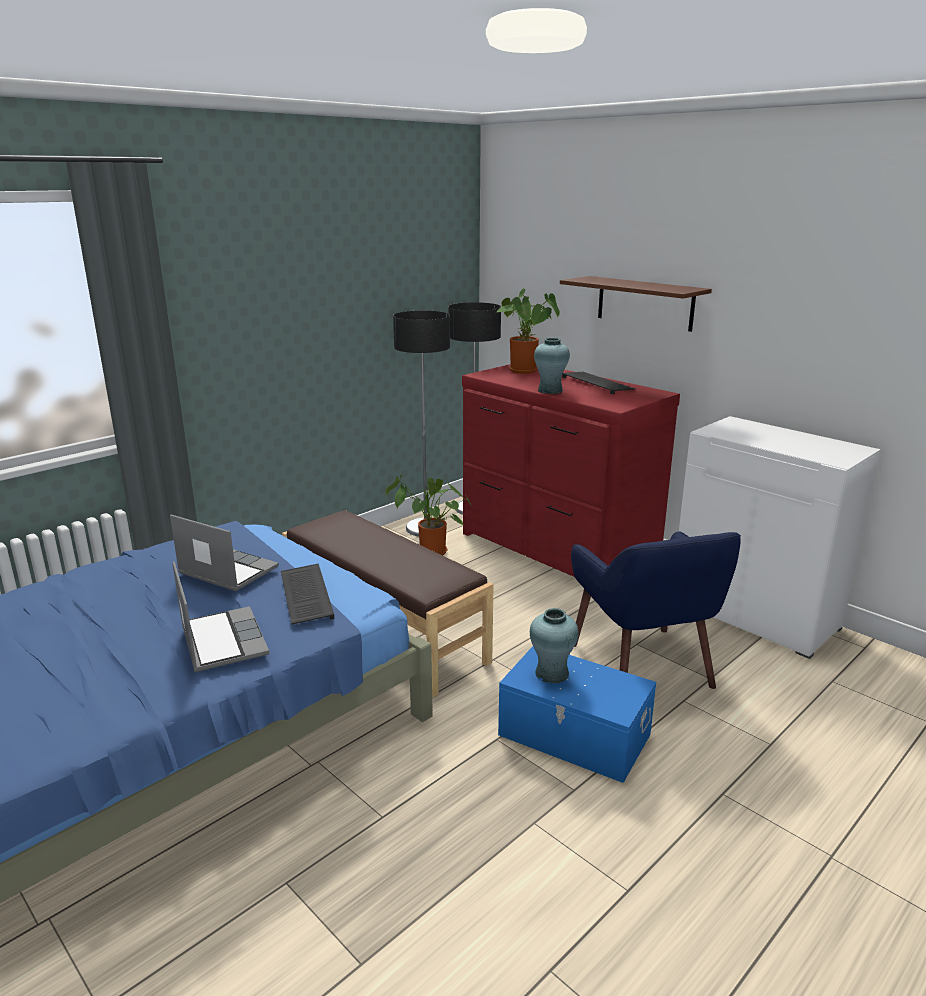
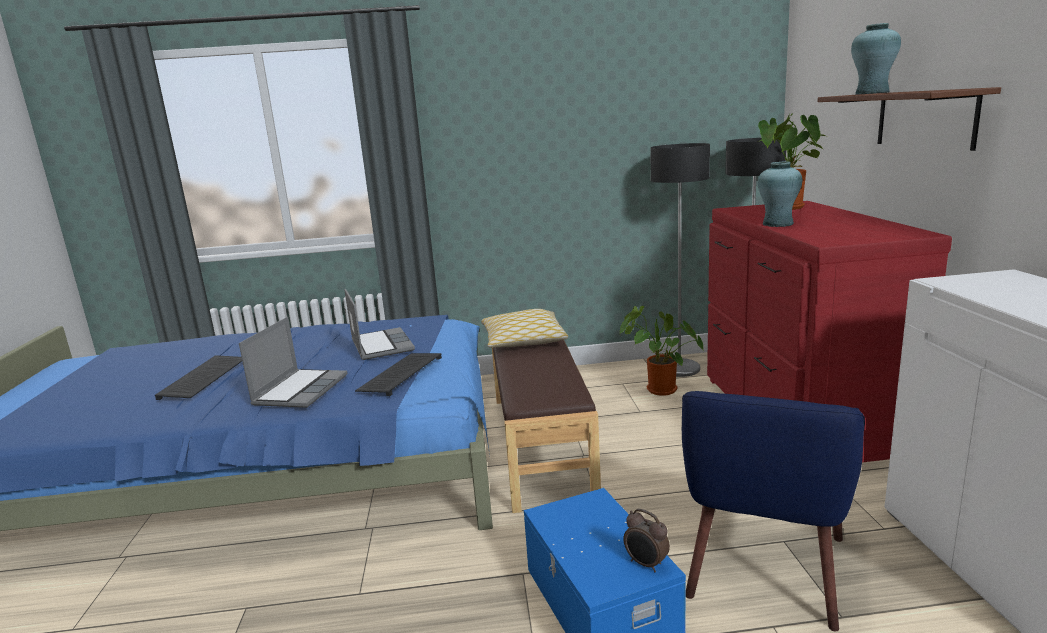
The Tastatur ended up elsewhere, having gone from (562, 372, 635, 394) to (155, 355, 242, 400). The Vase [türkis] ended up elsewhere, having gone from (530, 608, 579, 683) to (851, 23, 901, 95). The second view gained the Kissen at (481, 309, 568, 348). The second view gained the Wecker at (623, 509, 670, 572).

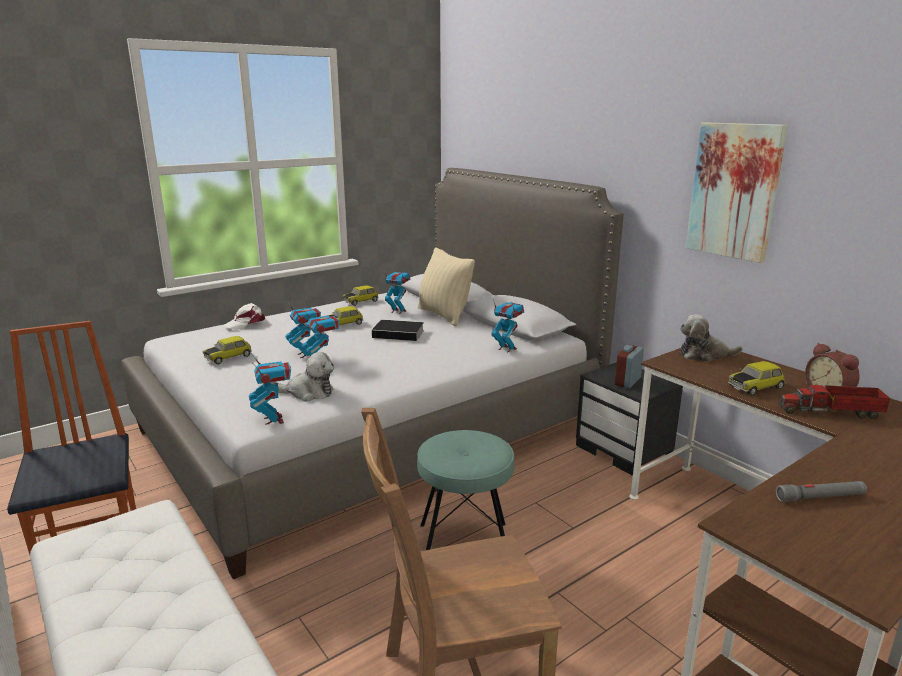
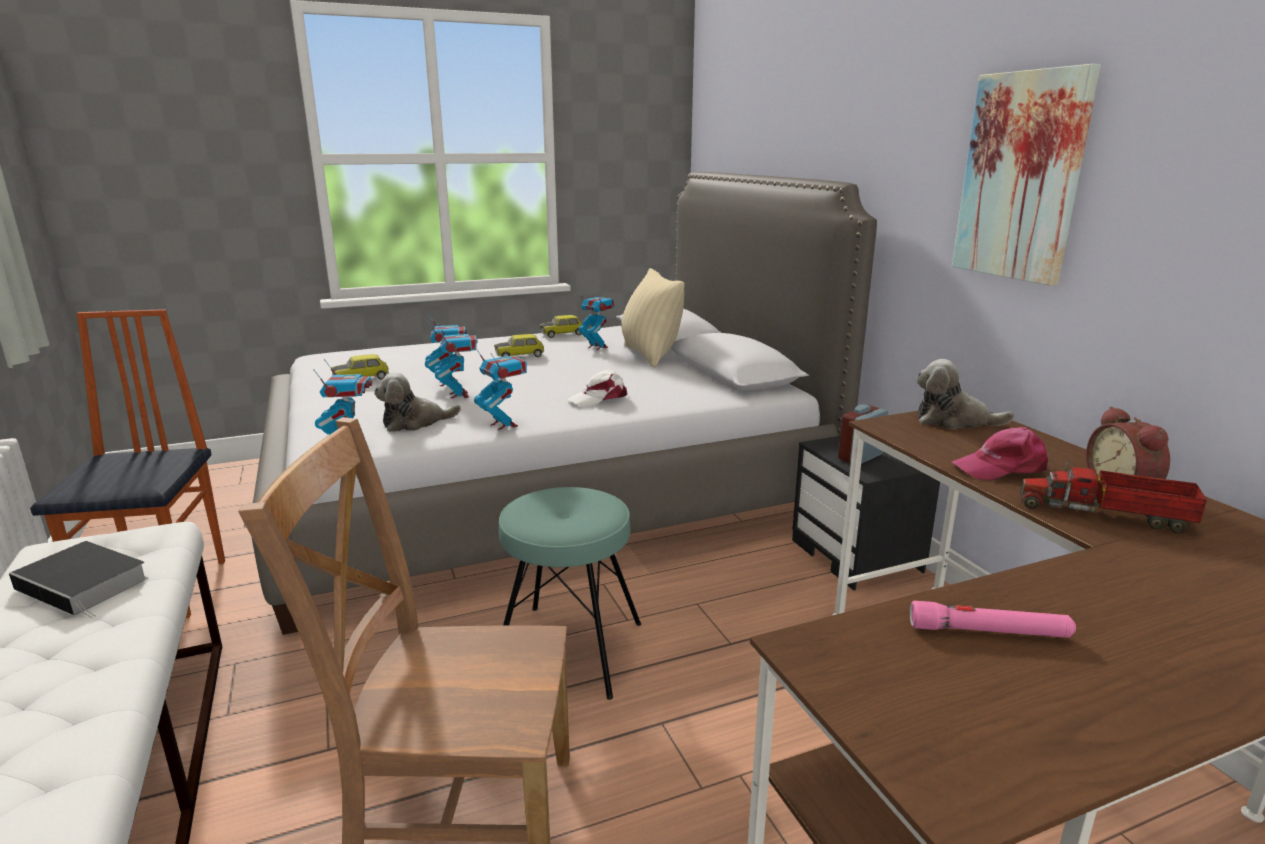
The Spielzeugroboter ended up elsewhere, having gone from (491, 300, 524, 352) to (474, 347, 527, 430). The Kappe [weiß] ended up elsewhere, having gone from (223, 303, 265, 330) to (568, 369, 627, 408). The Buch ended up elsewhere, having gone from (372, 320, 426, 341) to (9, 541, 148, 618). The Plüschtier at (275, 352, 334, 402) ended up facing another way, 135 degrees clockwise from before. Where the Spielzeugauto stood at (728, 361, 786, 396), the Kappe [rosa] came to stand at (951, 427, 1048, 481). What was the Taschenlampe [grau] at (776, 481, 867, 502) turned into the Taschenlampe [rosa] at (910, 601, 1076, 638).

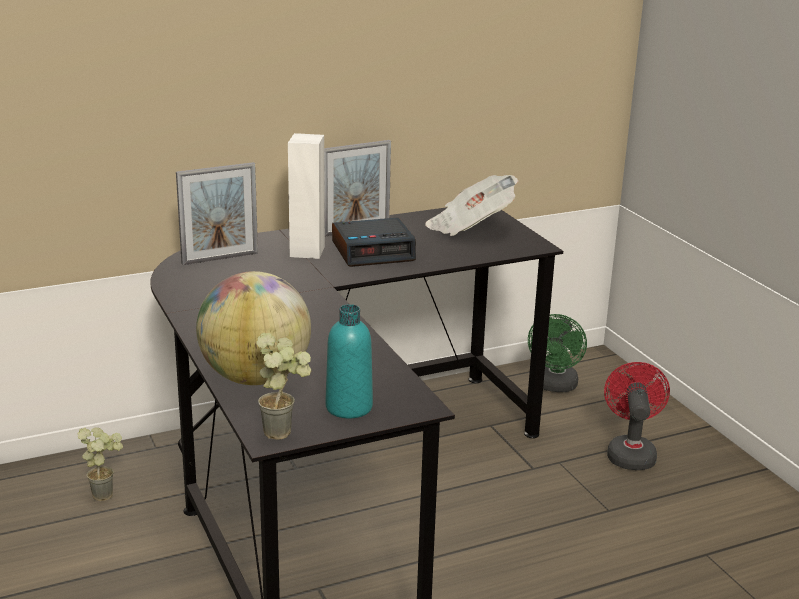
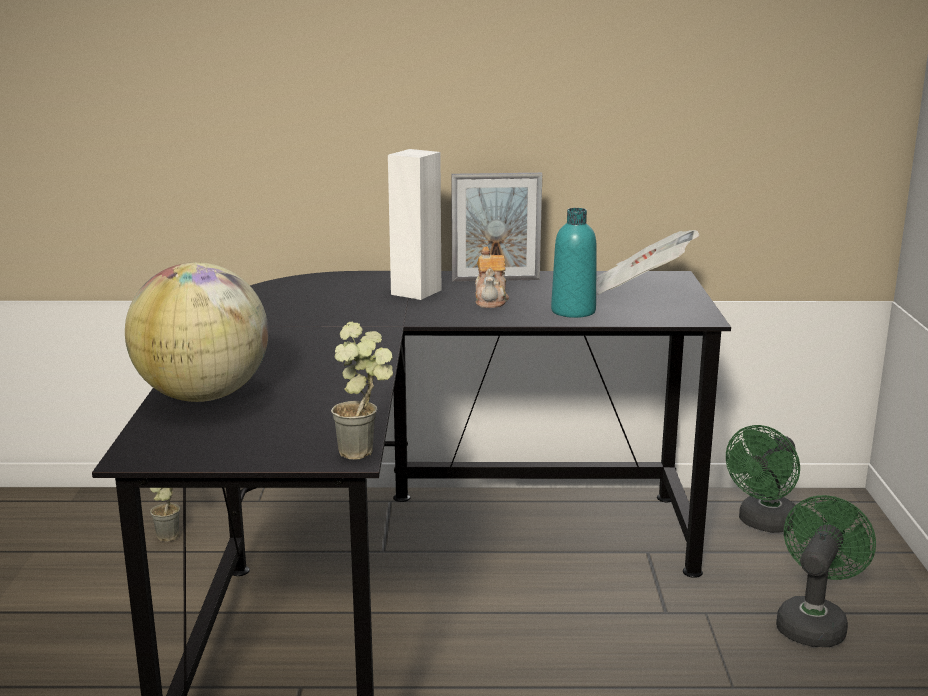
The second view lost the Bilderrahmen at (176, 162, 258, 265). Where the Wecker stood at (332, 218, 416, 267), the Teekanne came to stand at (475, 247, 509, 308). The Flasche [türkis] ended up elsewhere, having gone from (326, 304, 373, 418) to (551, 208, 597, 318). The Topfpflanze ended up elsewhere, having gone from (256, 333, 311, 440) to (331, 322, 393, 460). What was the Ventilator [rot] at (604, 362, 670, 470) turned into the Ventilator [grün] at (776, 495, 876, 647).

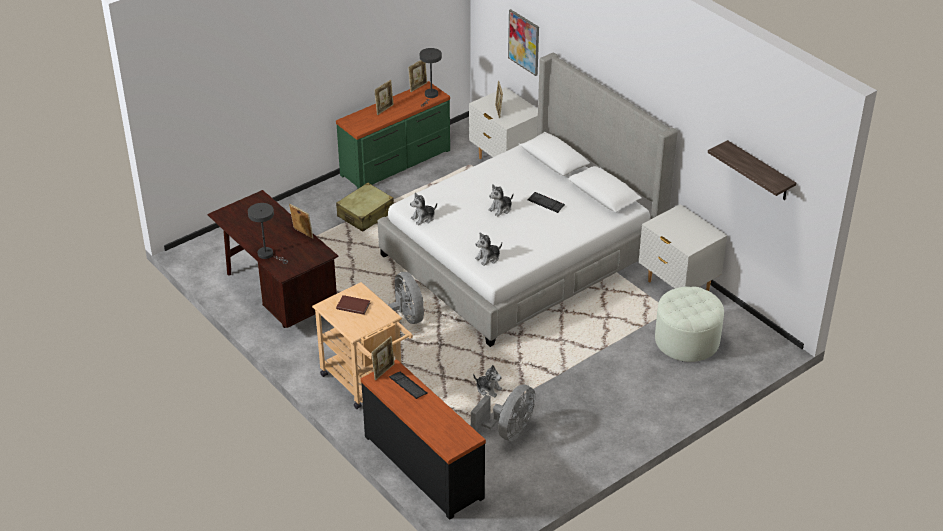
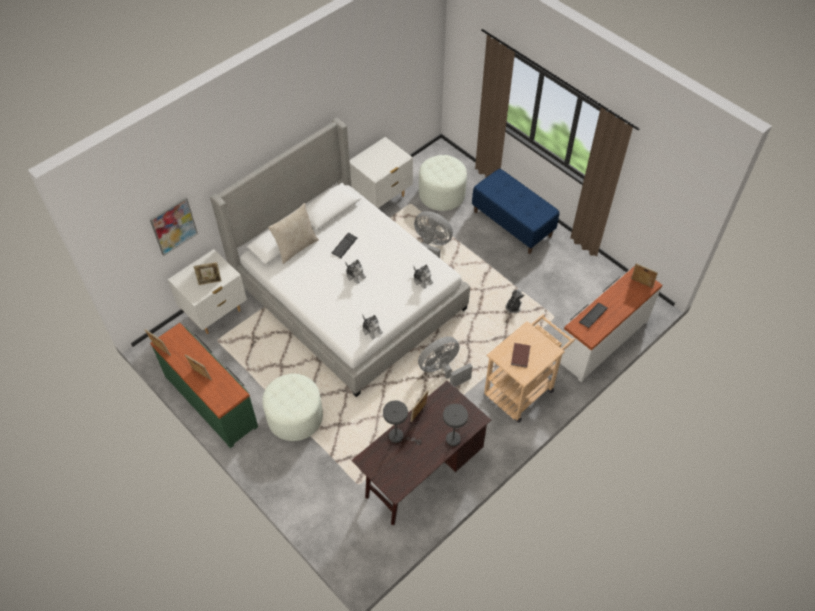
The Tischlampe [grau] ended up elsewhere, having gone from (420, 48, 442, 106) to (383, 400, 422, 445). The second view lost the Wandregal at (708, 140, 796, 200). Where the Koffer [beige] stood at (336, 183, 394, 232), the Polsterhocker [weiß] came to stand at (262, 373, 323, 441). The Bilderrahmen ended up elsewhere, having gone from (371, 336, 395, 380) to (631, 263, 658, 288). What was the Kommode [schwarz] at (361, 359, 486, 520) turned into the Kommode [weiß] at (560, 266, 662, 382). The Ventilator [grau] ended up elsewhere, having gone from (471, 385, 535, 441) to (414, 211, 453, 258). The second view gained the Bank [blau] at (472, 169, 559, 254). The second view gained the Kissen [beige] at (268, 203, 319, 264).

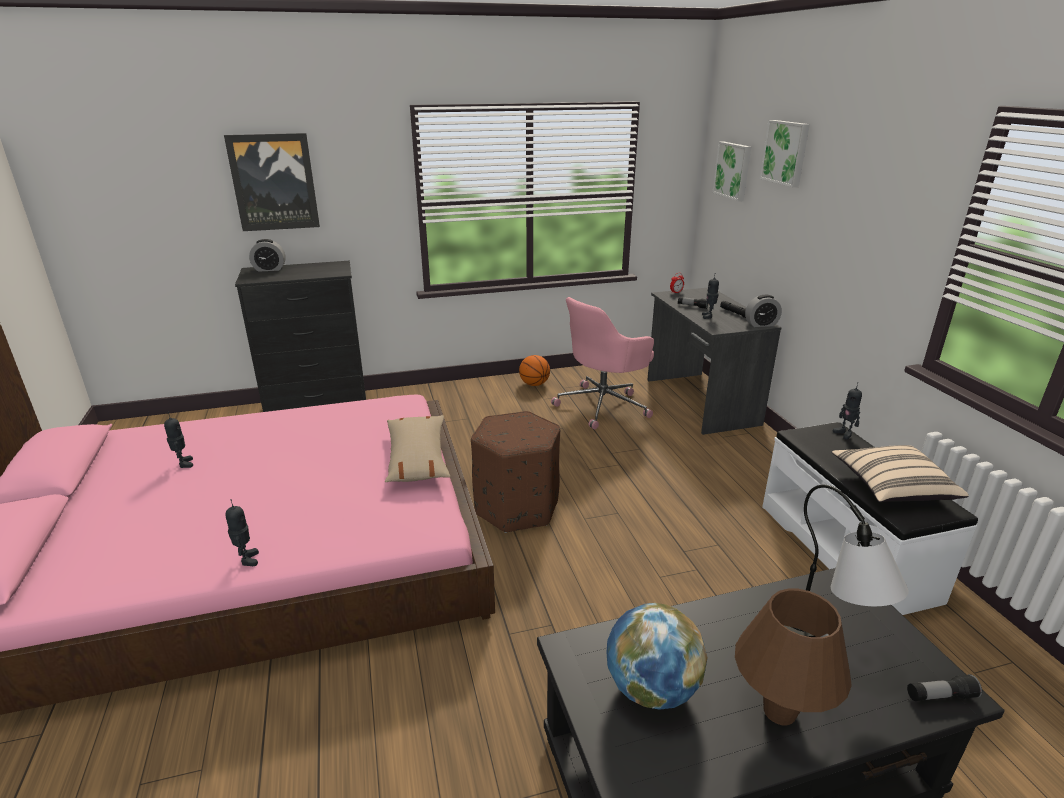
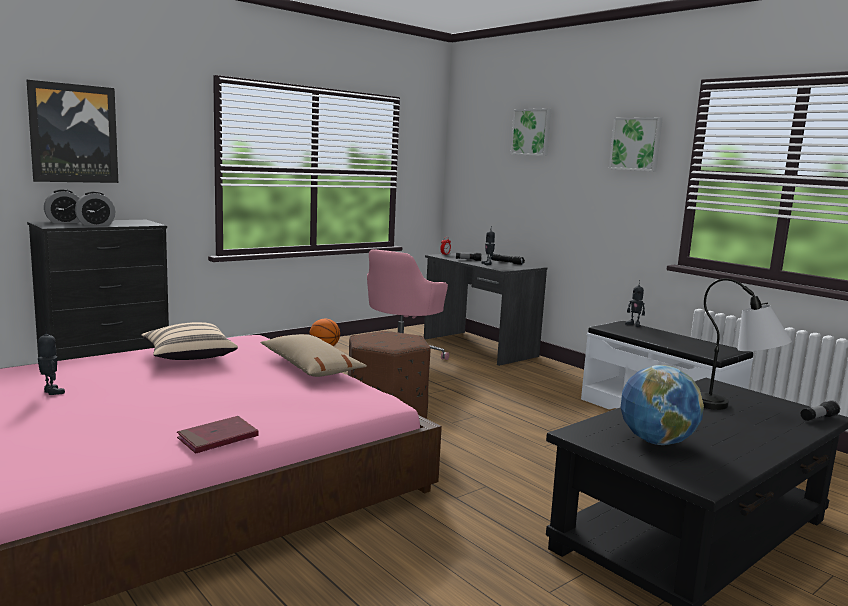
The Bild ended up elsewhere, having gone from (712, 142, 751, 201) to (609, 117, 663, 171). The Wecker ended up elsewhere, having gone from (745, 295, 782, 327) to (75, 191, 116, 226). The Kissen [beige] ended up elsewhere, having gone from (832, 445, 969, 502) to (141, 322, 238, 360). Where the Spielzeugroboter stood at (225, 499, 259, 566), the Buch [rot] came to stand at (177, 416, 259, 453). The second view lost the Tischlampe [braun] at (735, 589, 852, 725).

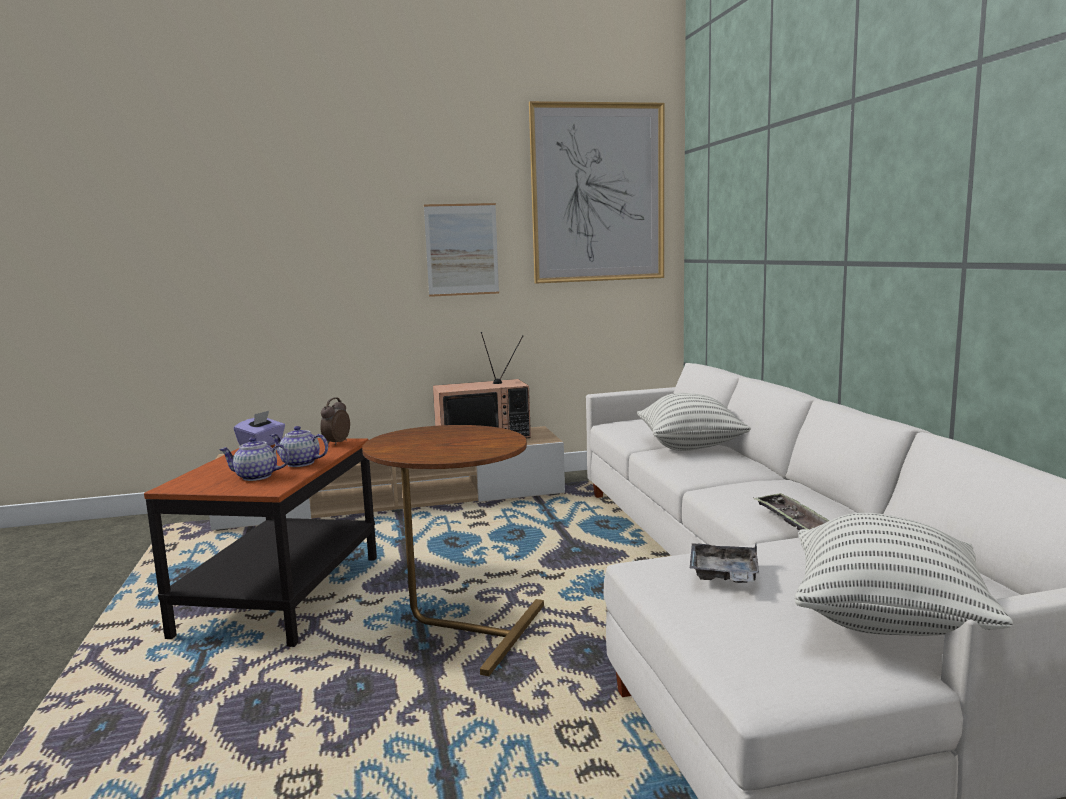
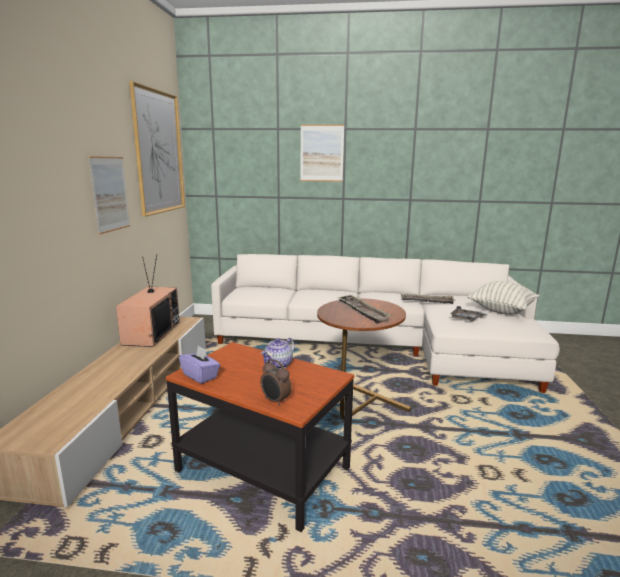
The second view lost the Kissen at (637, 393, 751, 451). The Wecker ended up elsewhere, having gone from (320, 397, 350, 445) to (260, 359, 291, 406). The second view lost the Teekanne at (219, 437, 289, 481). The second view gained the Bild at (300, 125, 344, 182). The second view gained the Tablett at (338, 295, 392, 323).

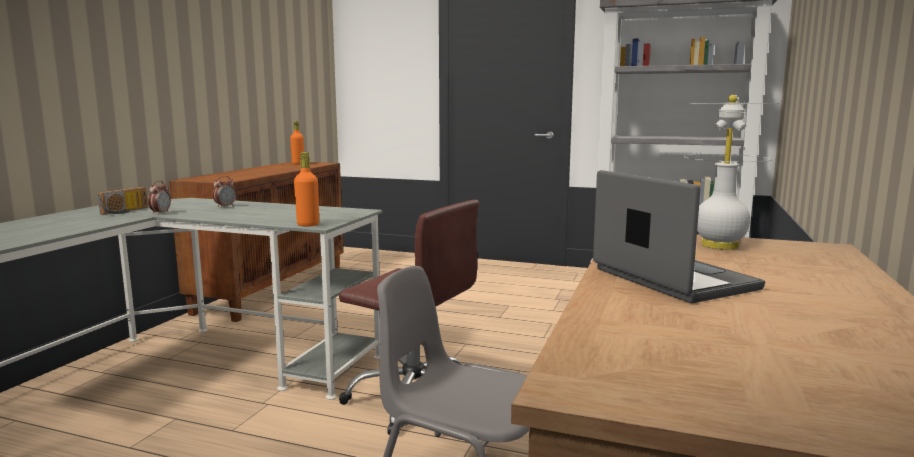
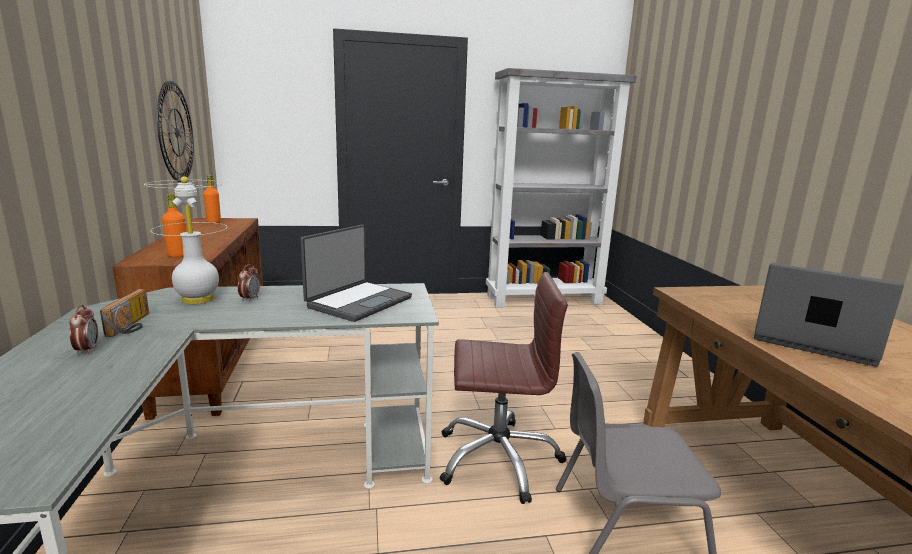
The Tischlampe [weiß] ended up elsewhere, having gone from (684, 95, 779, 250) to (144, 176, 227, 304). The Flasche [orange] ended up elsewhere, having gone from (294, 152, 319, 227) to (162, 194, 186, 258). The Wecker ended up elsewhere, having gone from (148, 181, 171, 215) to (69, 305, 98, 354). The second view gained the Wanduhr at (157, 81, 194, 182). The second view gained the Laptop at (301, 225, 412, 322).

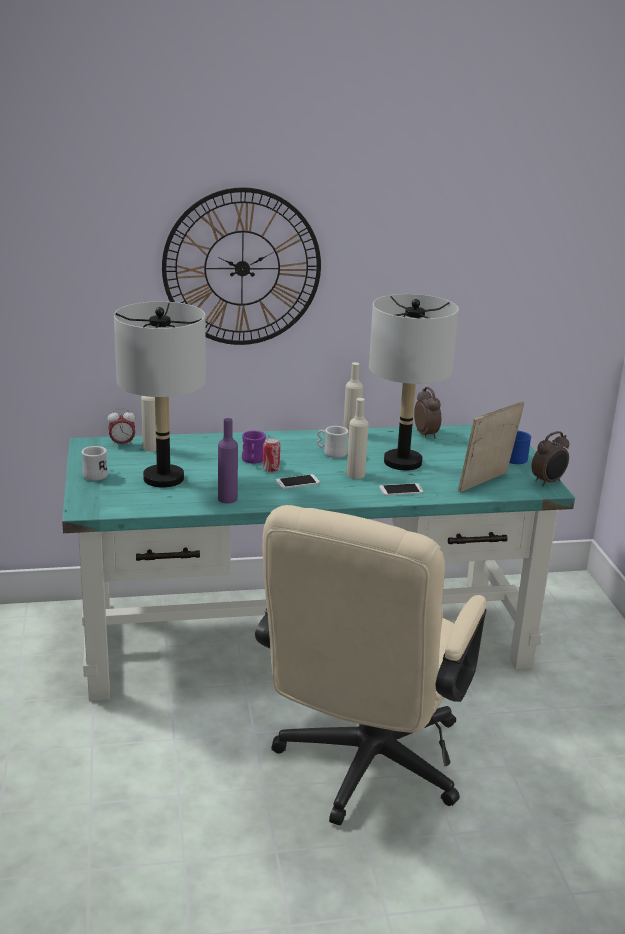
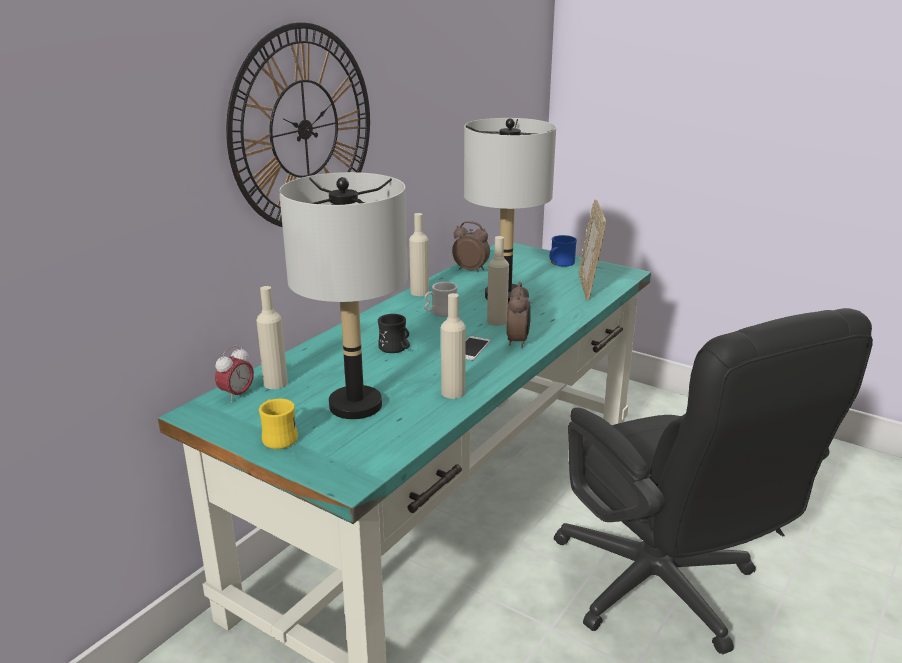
What was the Flasche [lila] at (218, 418, 238, 504) turned into the Flasche [beige] at (441, 293, 466, 399). What was the Henkelbecher [lila] at (242, 431, 266, 464) turned into the Henkelbecher [schwarz] at (378, 314, 410, 353). The Wecker ended up elsewhere, having gone from (532, 431, 570, 486) to (506, 282, 531, 348). The second view lost the Dose at (263, 438, 280, 472). What was the Henkelbecher [weiß] at (81, 446, 108, 481) turned into the Henkelbecher [gelb] at (259, 399, 298, 449). The second view lost the Handy at (379, 483, 424, 496). What was the Bürostuhl [beige] at (255, 505, 487, 826) turned into the Bürostuhl [schwarz] at (554, 308, 873, 655).

